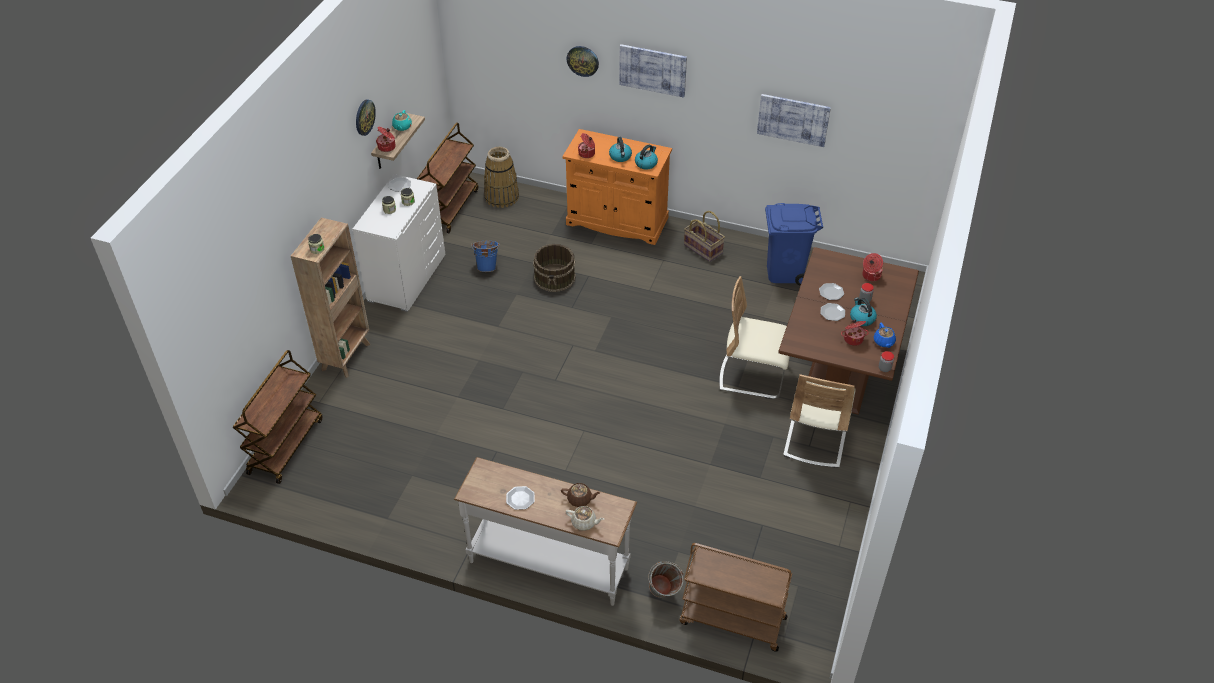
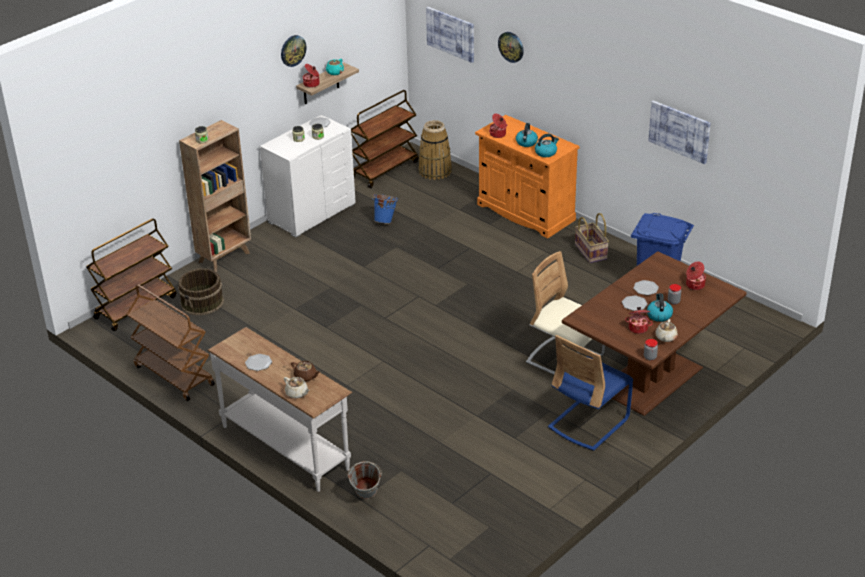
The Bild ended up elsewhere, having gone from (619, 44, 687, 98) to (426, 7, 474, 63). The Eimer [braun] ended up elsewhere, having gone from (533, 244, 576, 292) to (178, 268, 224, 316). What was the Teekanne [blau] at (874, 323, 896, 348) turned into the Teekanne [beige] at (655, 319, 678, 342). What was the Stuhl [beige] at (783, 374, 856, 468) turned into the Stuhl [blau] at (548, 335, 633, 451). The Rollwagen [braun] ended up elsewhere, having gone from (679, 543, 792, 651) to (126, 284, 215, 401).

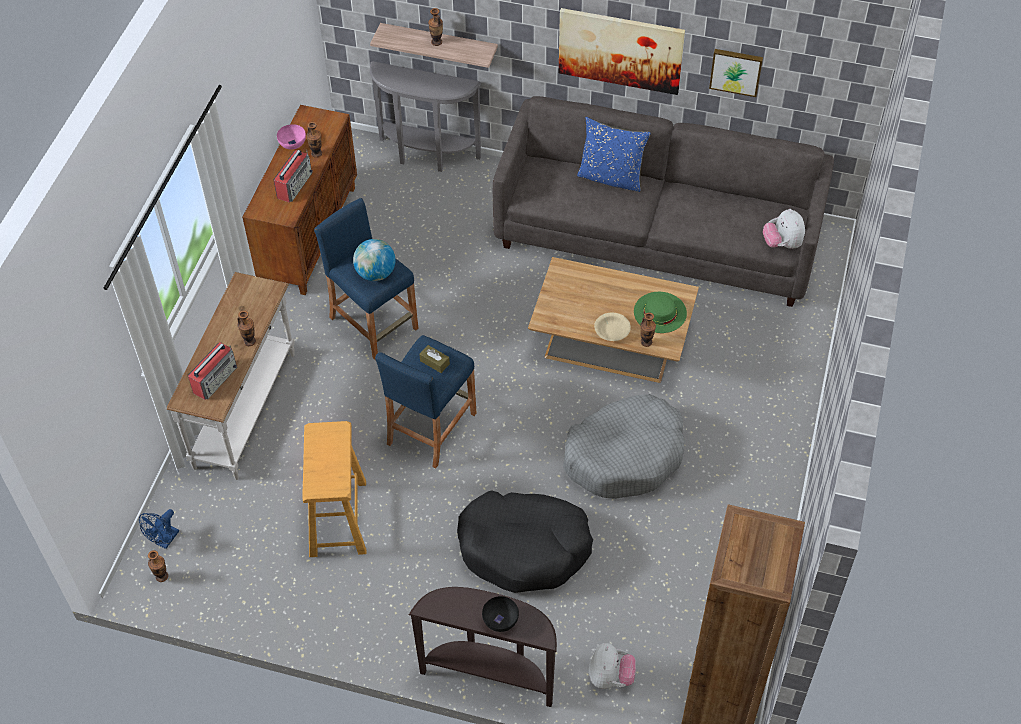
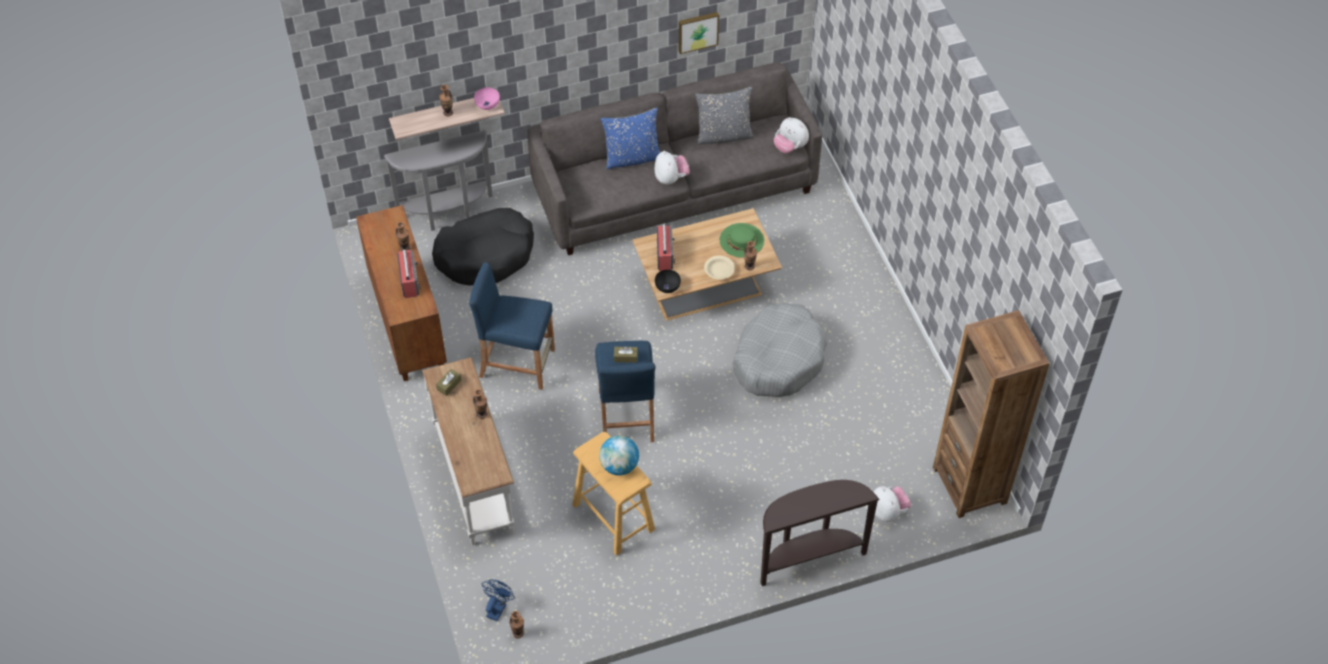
The second view lost the Bild at (559, 8, 685, 95). The Schüssel [rosa] ended up elsewhere, having gone from (277, 124, 306, 150) to (474, 87, 500, 110). The Globus ended up elsewhere, having gone from (353, 239, 395, 281) to (599, 435, 639, 476). The Radio ended up elsewhere, having gone from (188, 342, 237, 400) to (657, 222, 675, 271). The Hundebett [schwarz] ended up elsewhere, having gone from (457, 490, 593, 593) to (432, 208, 534, 286). The Ventilator [blau] at (139, 509, 179, 549) ended up facing another way, 150 degrees counterclockwise from before. The Schüssel [schwarz] ended up elsewhere, having gone from (482, 596, 519, 632) to (655, 270, 681, 293). The second view gained the Kissen [grau] at (695, 86, 754, 145). The second view gained the Plüschtier at (655, 150, 690, 185). The second view gained the Taschentuchbox [braun] at (436, 369, 461, 396).

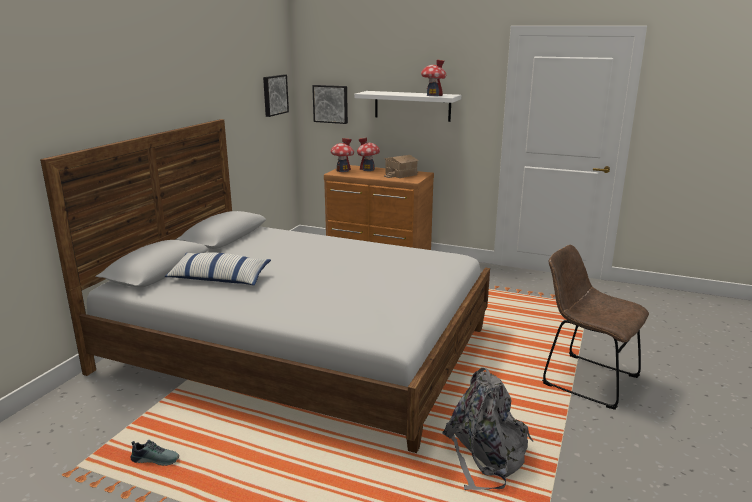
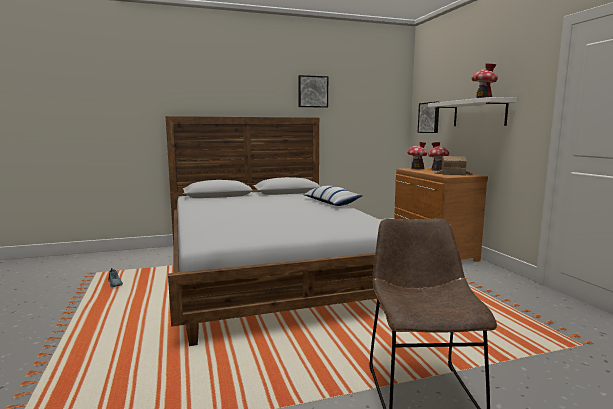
The Bild ended up elsewhere, having gone from (263, 75, 289, 117) to (298, 75, 328, 108). The Kissen ended up elsewhere, having gone from (165, 252, 271, 285) to (303, 186, 362, 206). The second view lost the Rucksack [grau] at (442, 368, 533, 490).

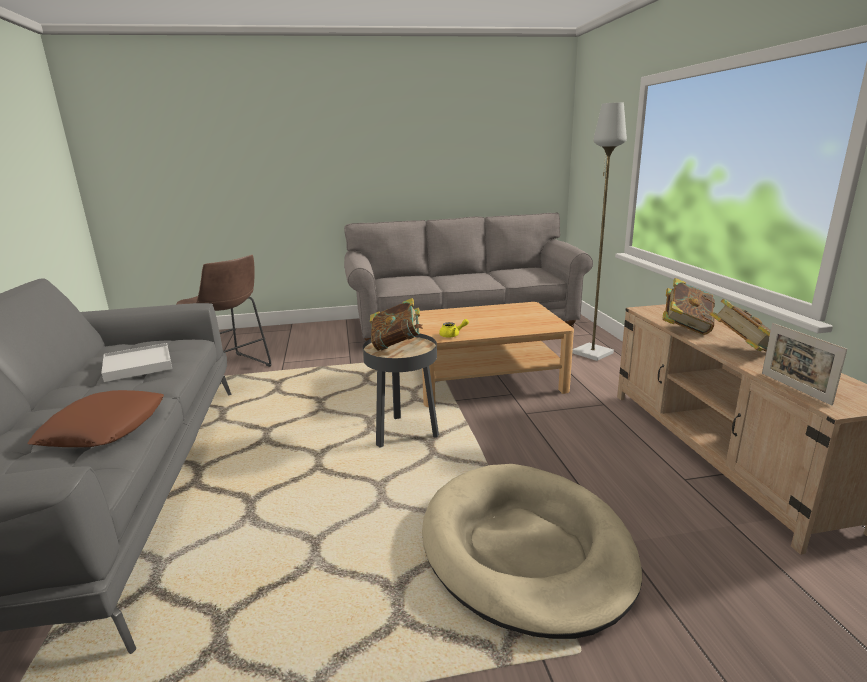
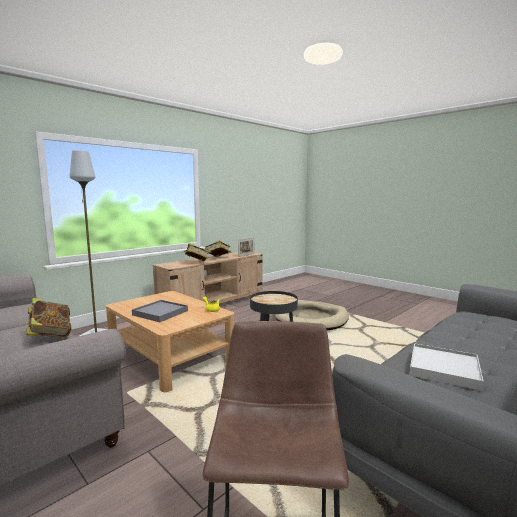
The Buch ended up elsewhere, having gone from (370, 298, 423, 351) to (26, 298, 71, 338). The second view lost the Kissen [braun] at (28, 390, 164, 447). The second view gained the Tablett [grau] at (132, 300, 188, 322).

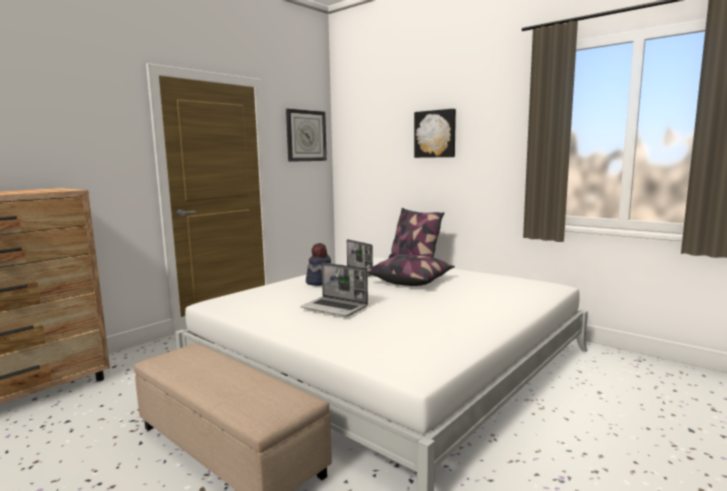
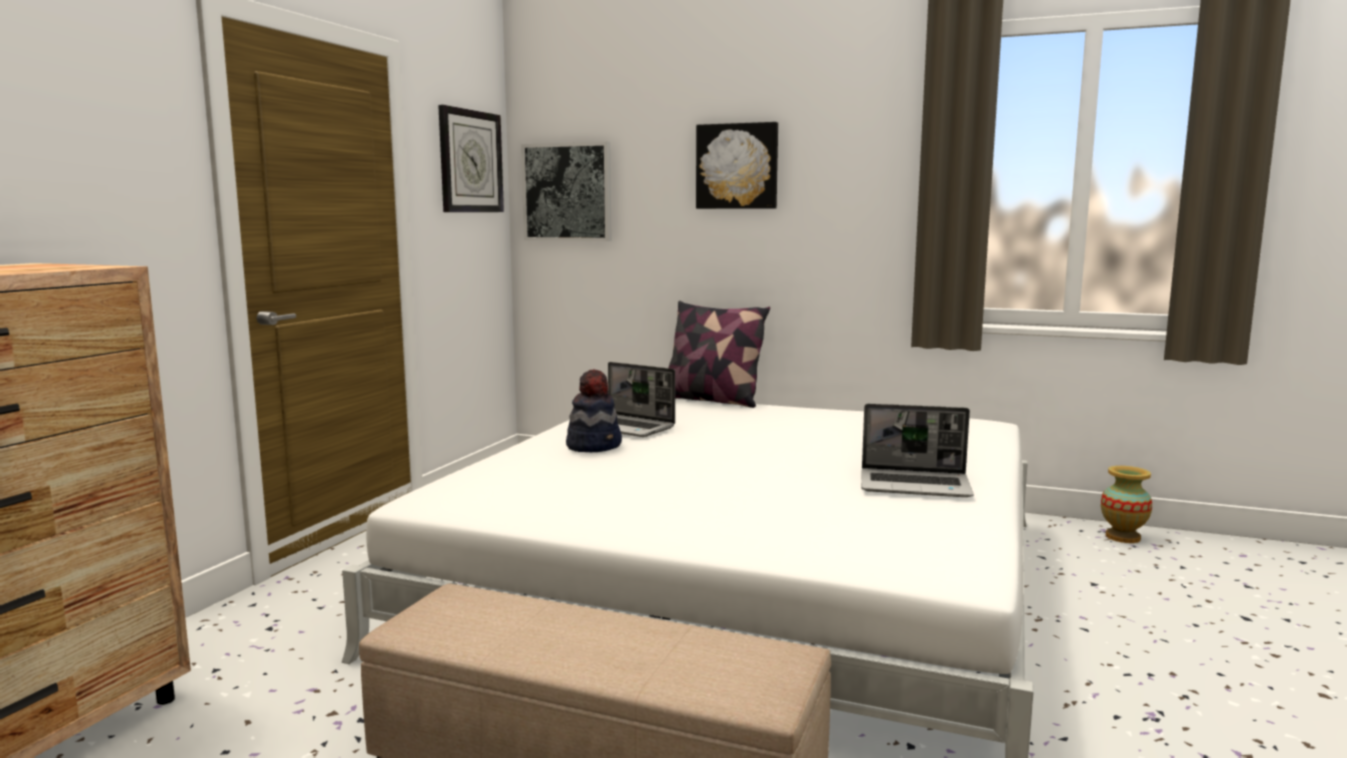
The second view lost the Kissen at (367, 254, 455, 286). The Laptop ended up elsewhere, having gone from (300, 263, 368, 316) to (861, 404, 974, 497). The second view gained the Bild at (521, 142, 612, 241). The second view gained the Vase at (1101, 466, 1152, 543).

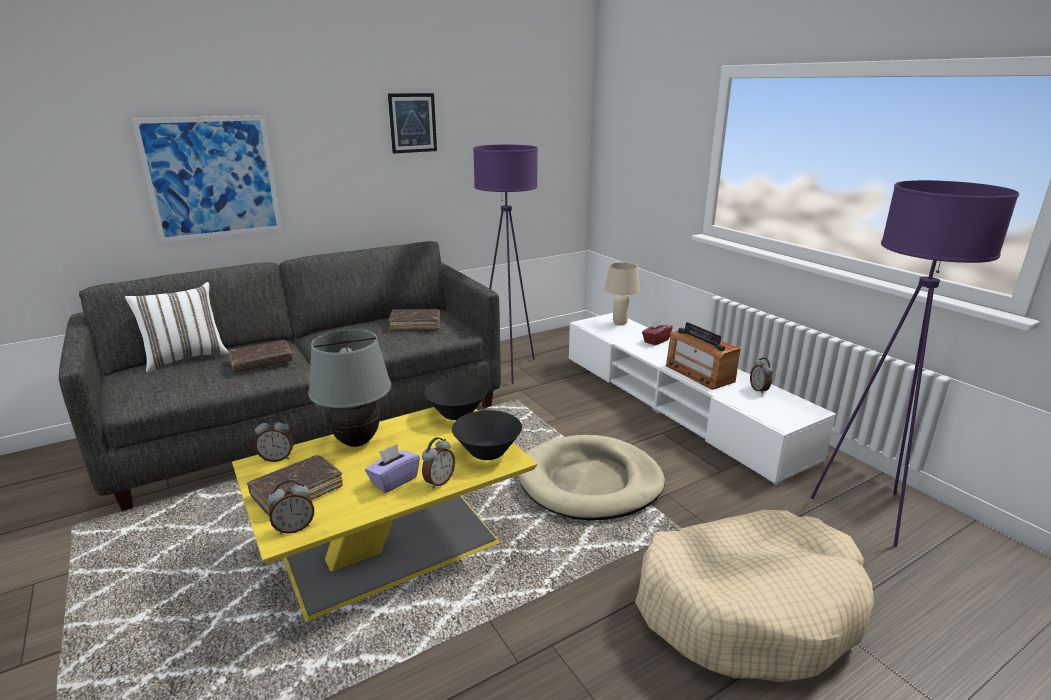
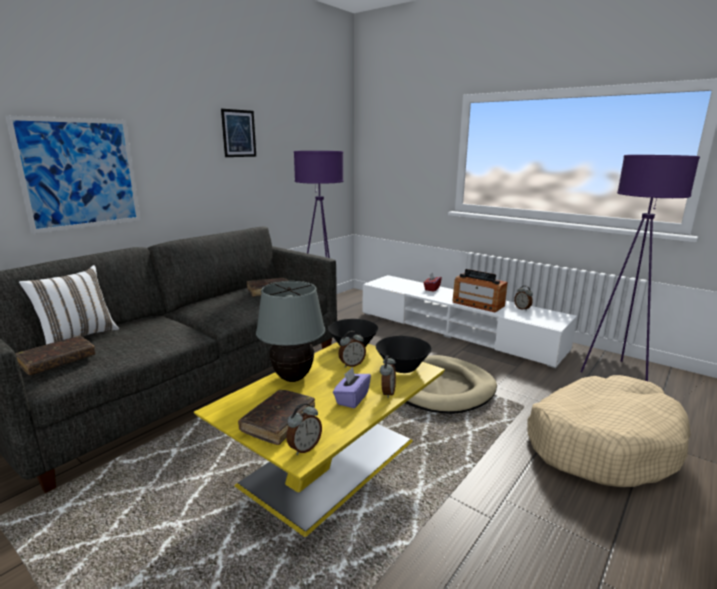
The second view lost the Tischlampe [beige] at (605, 262, 640, 325). The Buch [braun] ended up elsewhere, having gone from (228, 340, 293, 372) to (15, 336, 96, 375). The Wecker ended up elsewhere, having gone from (255, 416, 294, 462) to (338, 331, 366, 368).

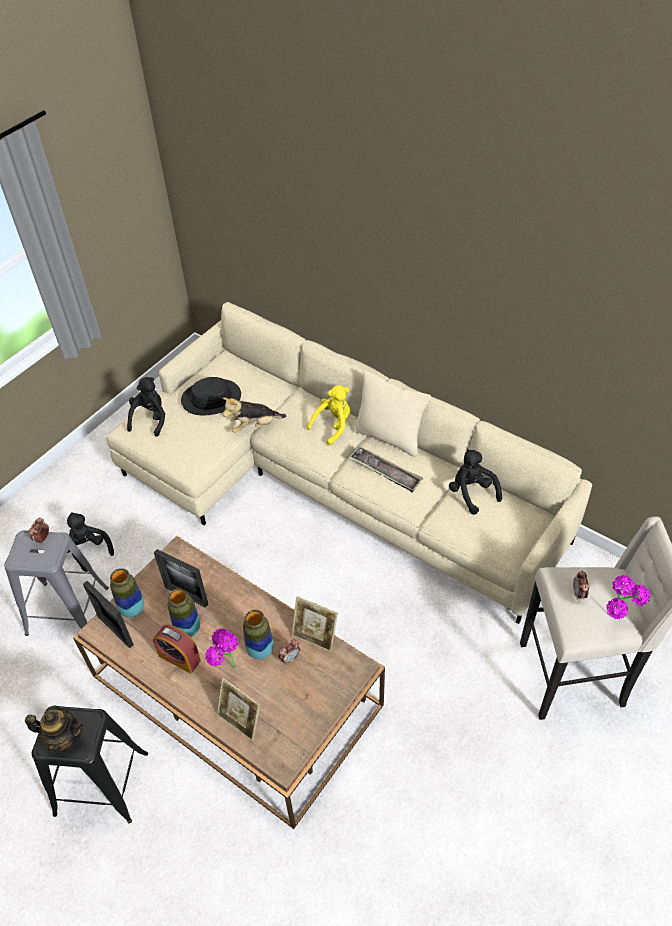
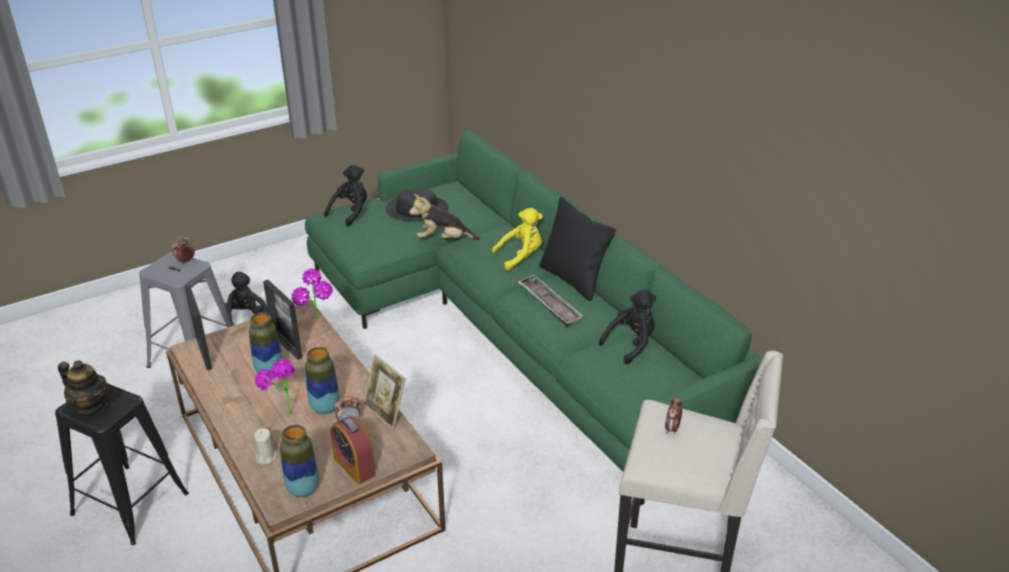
What was the Sofa [beige] at (107, 302, 592, 624) turned into the Sofa [grün] at (305, 130, 763, 505). What was the Kissen [beige] at (353, 370, 431, 457) turned into the Kissen [schwarz] at (539, 197, 616, 301). The Plüschtier [schwarz] at (449, 449, 502, 515) ended up facing another way, 60 degrees clockwise from before. The Vase ended up elsewhere, having gone from (110, 568, 144, 618) to (280, 425, 319, 497). The Topfpflanze ended up elsewhere, having gone from (606, 575, 650, 619) to (291, 268, 333, 320). The Wecker ended up elsewhere, having gone from (153, 624, 201, 673) to (330, 416, 376, 484). Where the Bilderrahmen stood at (217, 678, 260, 741), the Kerze [beige] came to stand at (254, 428, 276, 464).

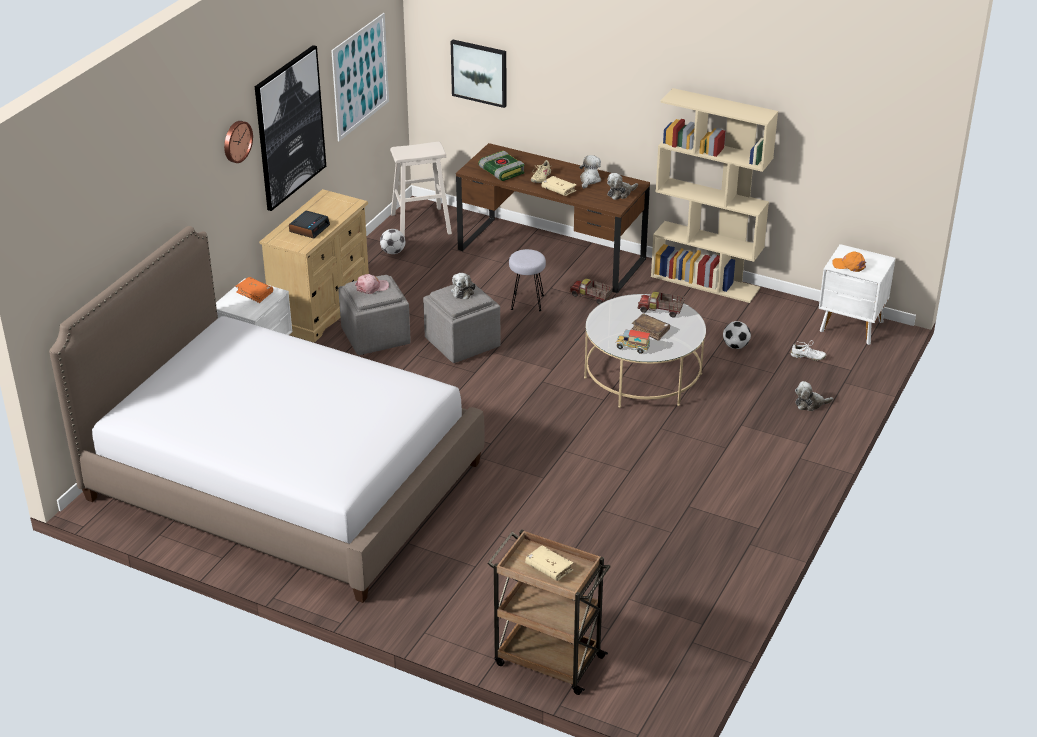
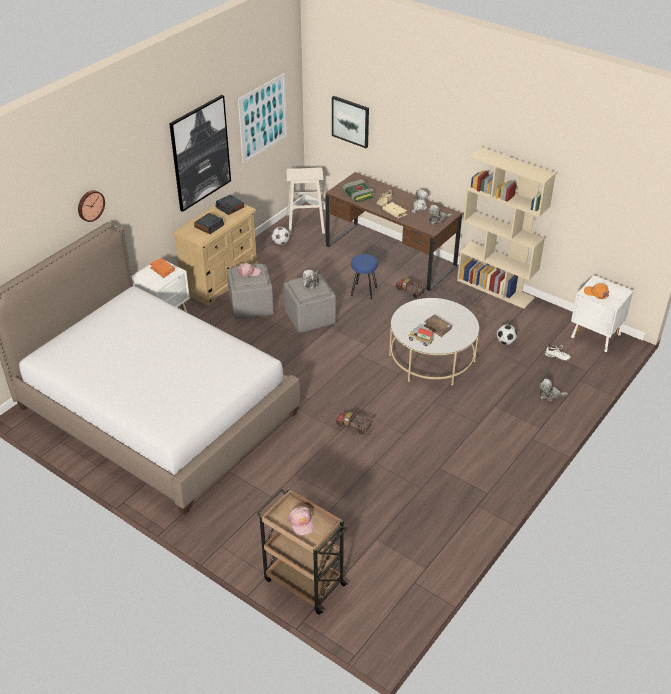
The Wanduhr ended up elsewhere, having gone from (224, 121, 253, 163) to (78, 190, 105, 222). What was the Hocker [grau] at (509, 249, 546, 311) turned into the Hocker [blau] at (351, 254, 378, 299). The Spielzeuglaster ended up elsewhere, having gone from (638, 292, 685, 317) to (336, 412, 372, 434). Where the Buch [beige] stood at (525, 545, 573, 581), the Kappe [rosa] came to stand at (288, 506, 314, 536). The second view gained the Wecker at (216, 195, 244, 215).

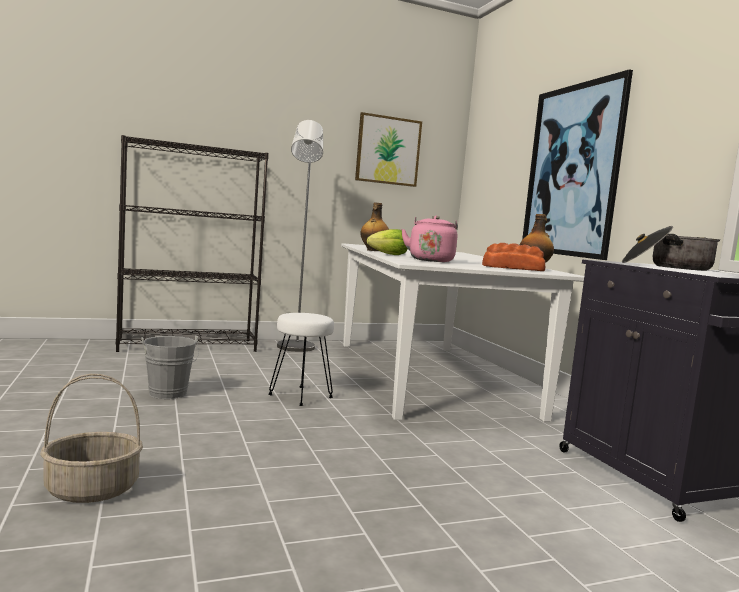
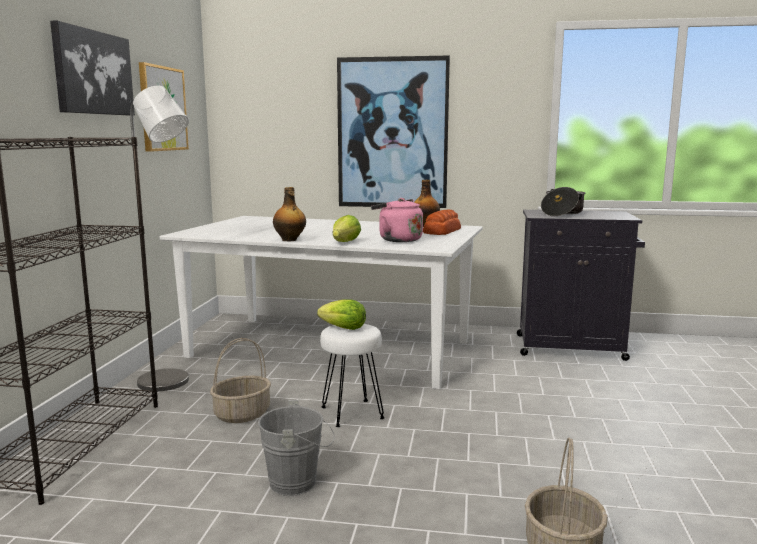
The second view gained the Bild at (50, 20, 135, 116). The second view gained the Salatkopf at (317, 300, 366, 330). The second view gained the Korb at (210, 338, 271, 423).

